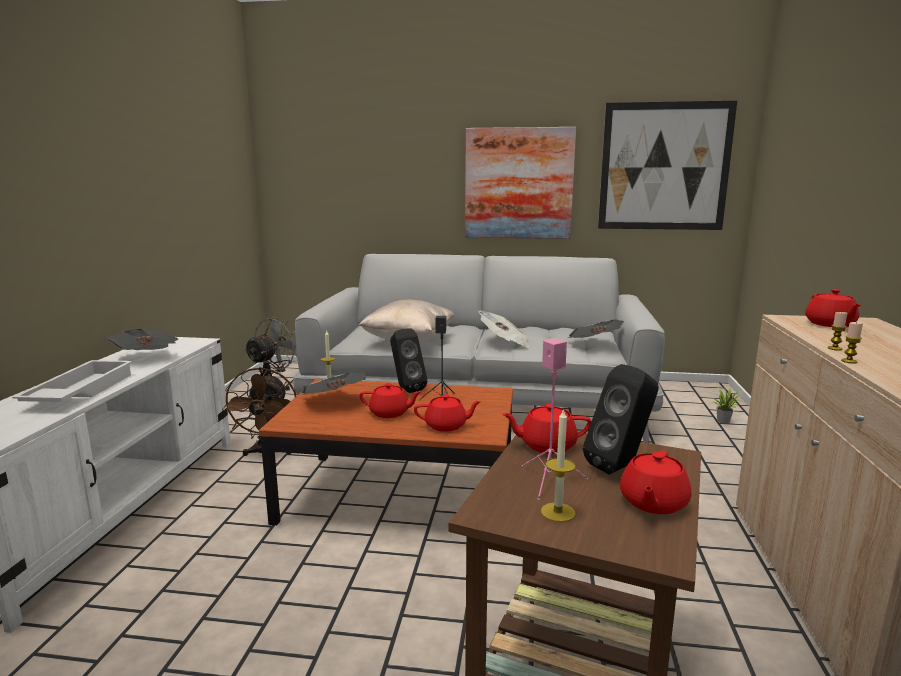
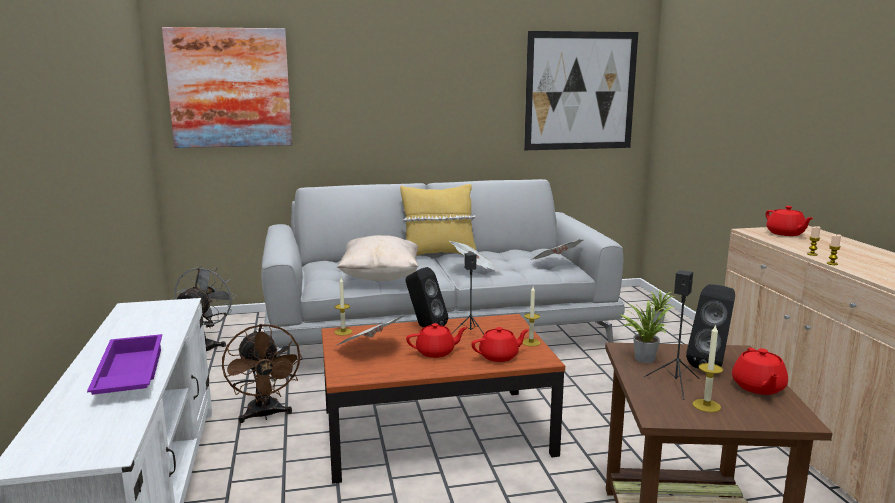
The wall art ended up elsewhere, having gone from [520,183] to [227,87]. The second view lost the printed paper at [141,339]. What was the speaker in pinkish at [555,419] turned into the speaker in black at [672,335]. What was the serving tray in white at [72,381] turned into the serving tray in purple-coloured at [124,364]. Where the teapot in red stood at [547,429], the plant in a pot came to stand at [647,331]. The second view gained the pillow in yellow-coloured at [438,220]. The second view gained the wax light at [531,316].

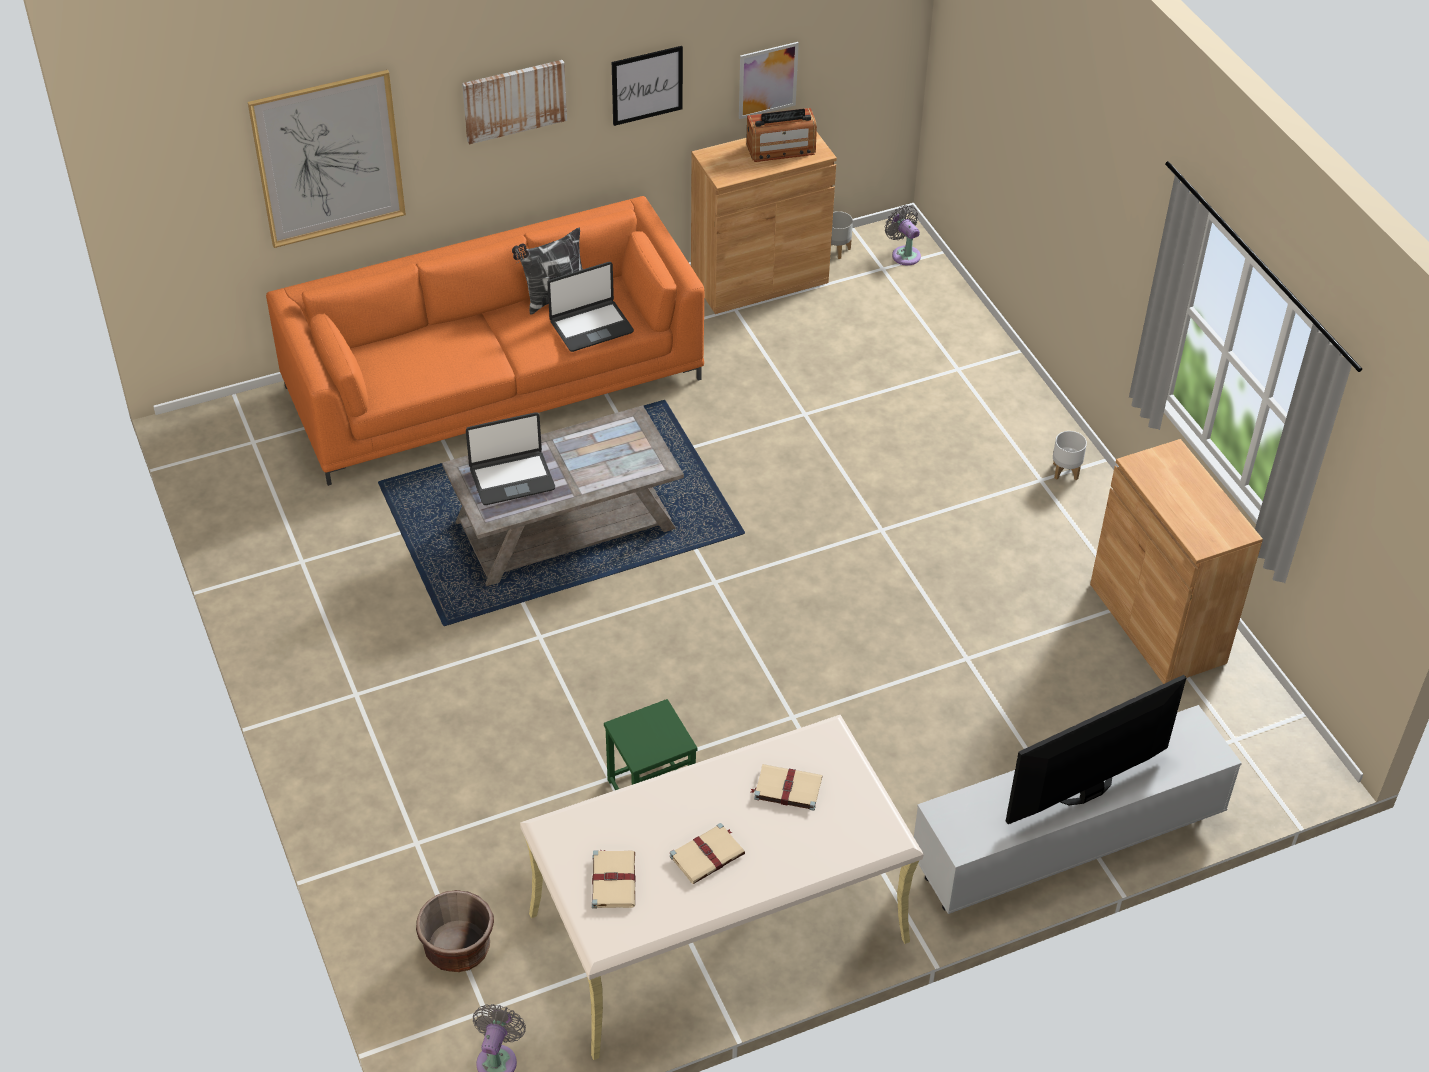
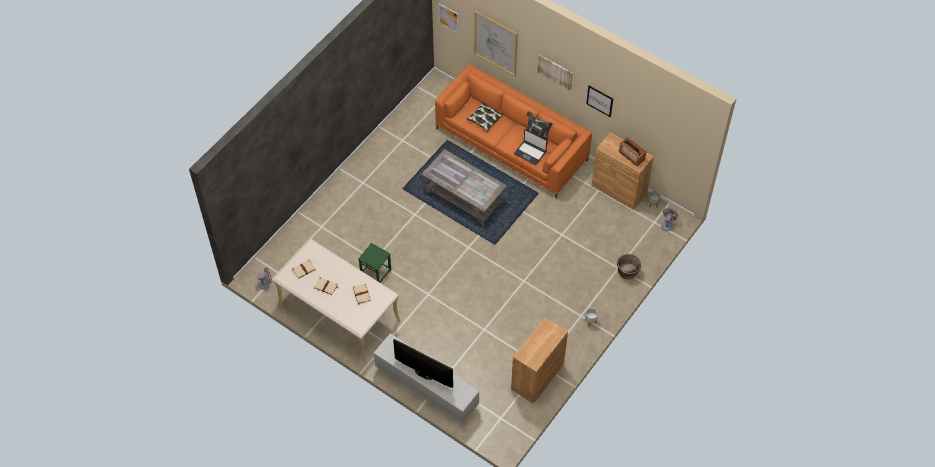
The wall art ended up elsewhere, having gone from [769,80] to [448,18]. The second view lost the notebook computer at [510,458]. The flower pot in brownish ended up elsewhere, having gone from [455,931] to [629,267]. The second view gained the pillow at [485,116].

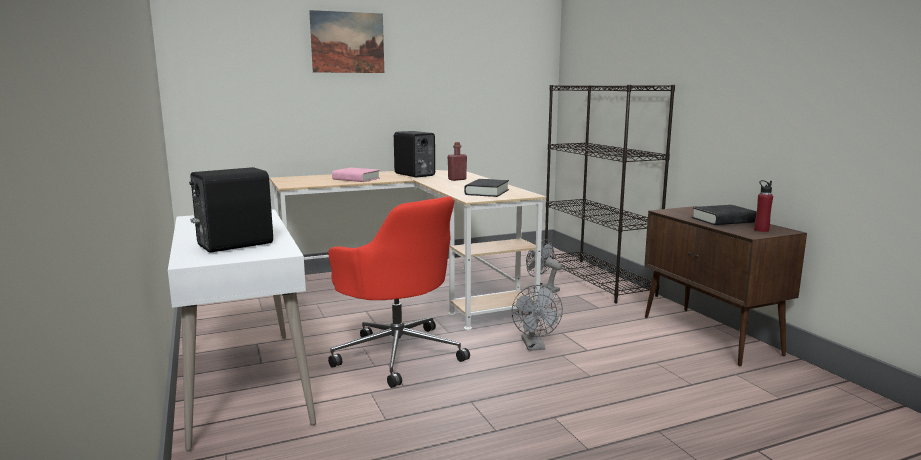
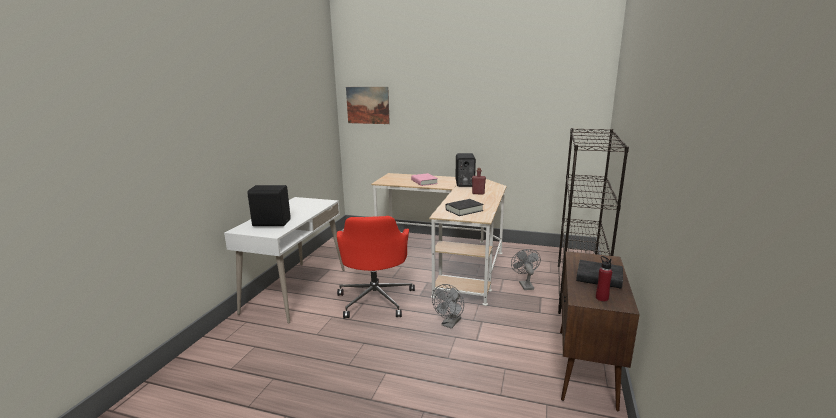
The wall art ended up elsewhere, having gone from [346,41] to [368,105].

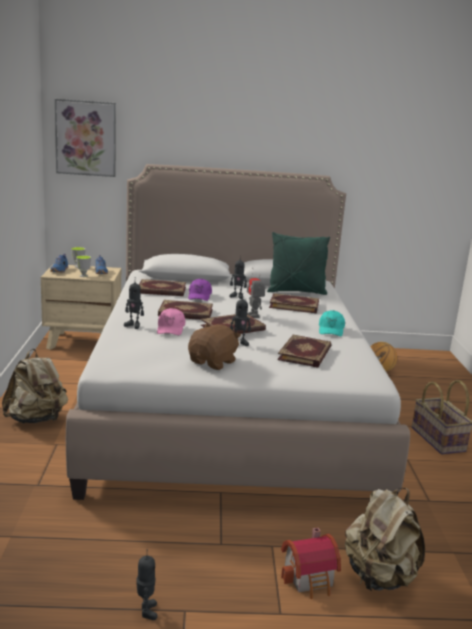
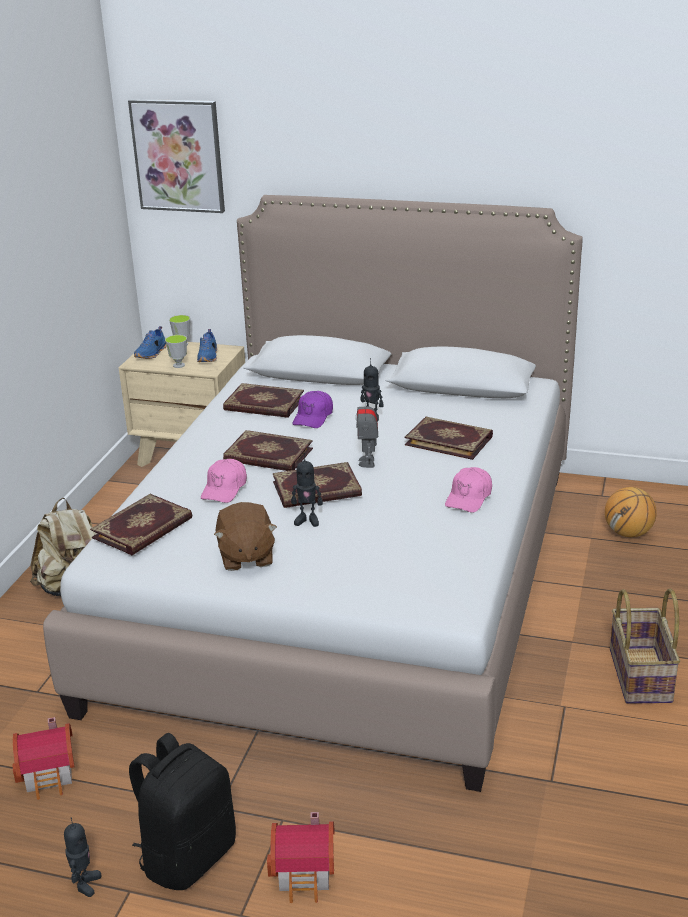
The second view lost the pillow in green-coloured at [298,263]. The second view lost the toy robot at [134,305]. What was the cap in blue-green at [332,323] turned into the cap in pinkish at [468,489]. The plush toy in brownish at [214,347] ended up facing another way, 120 degrees clockwise from before. The book ended up elsewhere, having gone from [304,351] to [141,524]. The second view lost the knapsack in beige-coloured at [385,539]. The second view gained the miniature house at [43,758]. The second view gained the knapsack in black at [182,811].

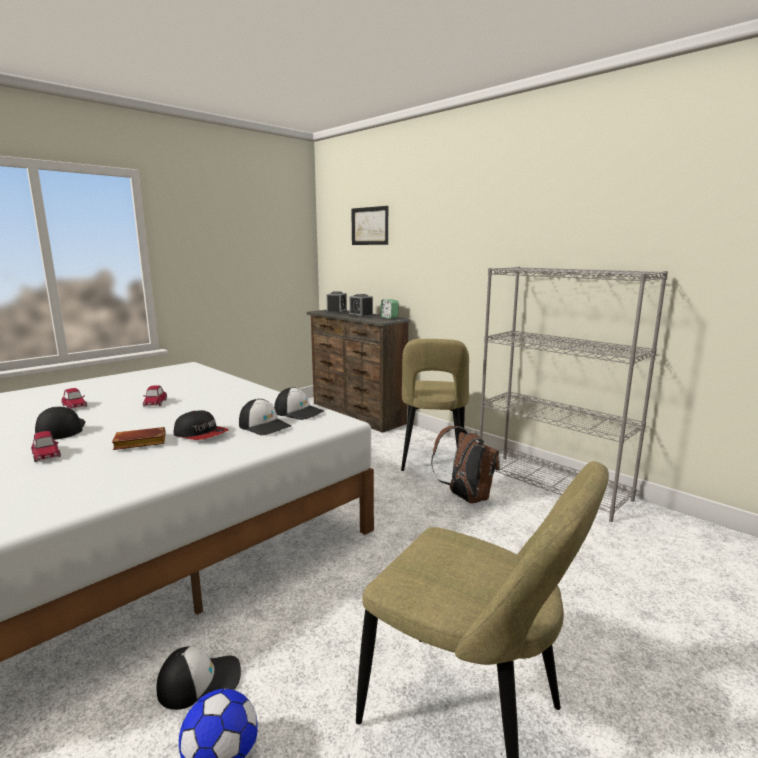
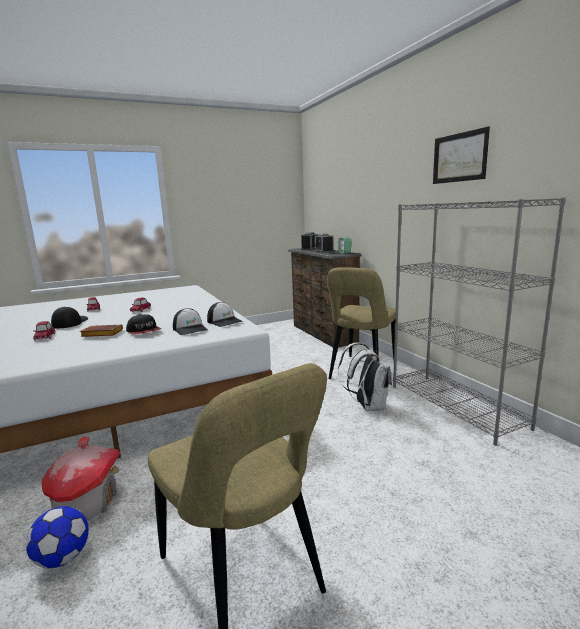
The wall art ended up elsewhere, having gone from [369,225] to [461,155]. What was the knapsack in brownish at [465,465] turned into the knapsack in white at [365,377]. Where the cap stood at [199,678], the miniature house came to stand at [81,478].

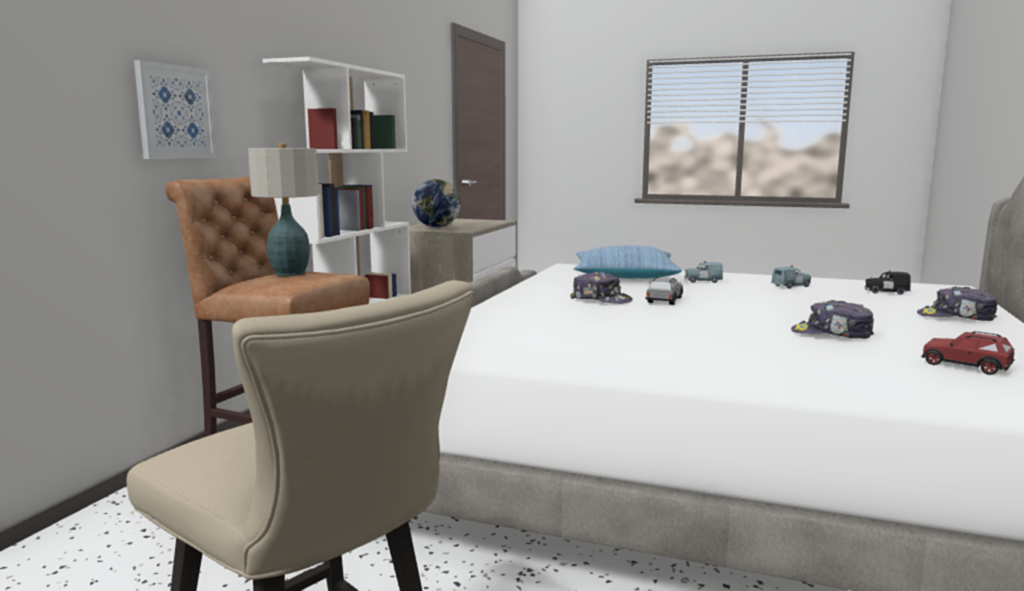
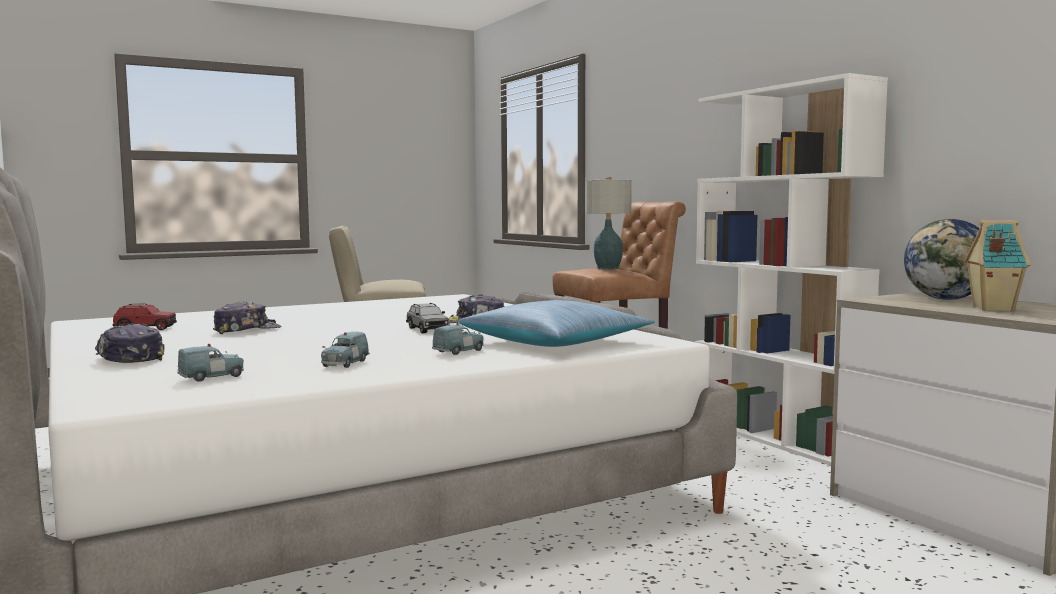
The second view lost the wall art at [175,109]. What was the model car in black at [888,282] turned into the model car in blue-coloured at [210,363]. The cap at [957,303] ended up facing another way, 105 degrees counterclockwise from before. The second view gained the miniature house at [997,265].

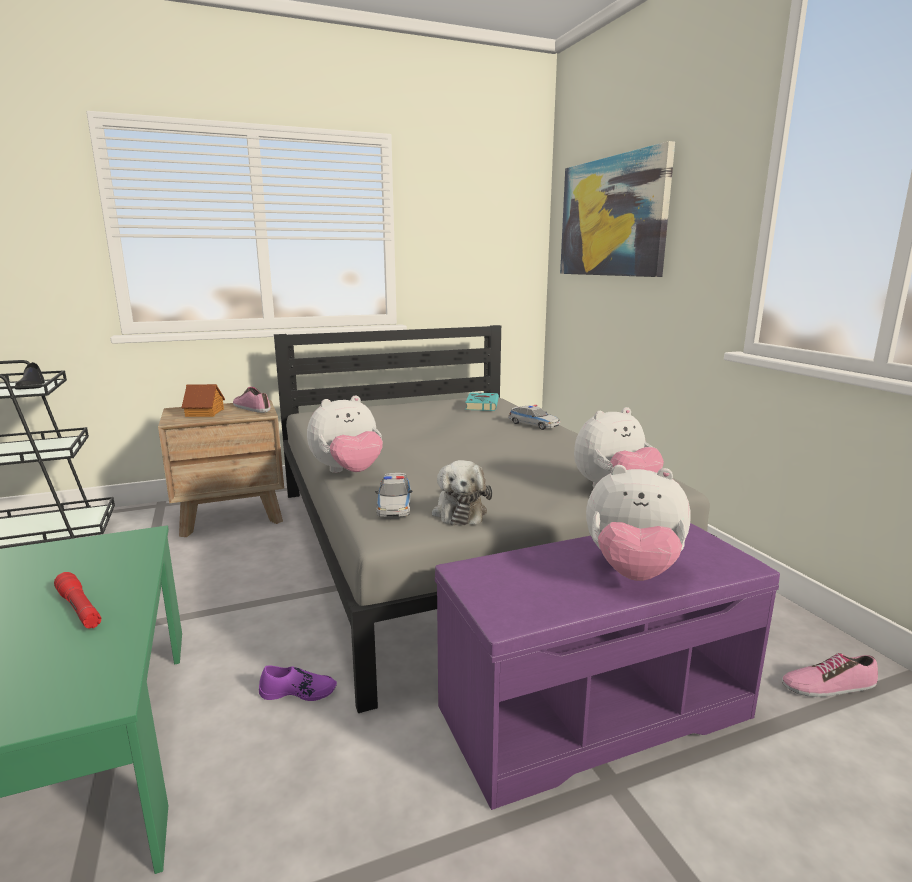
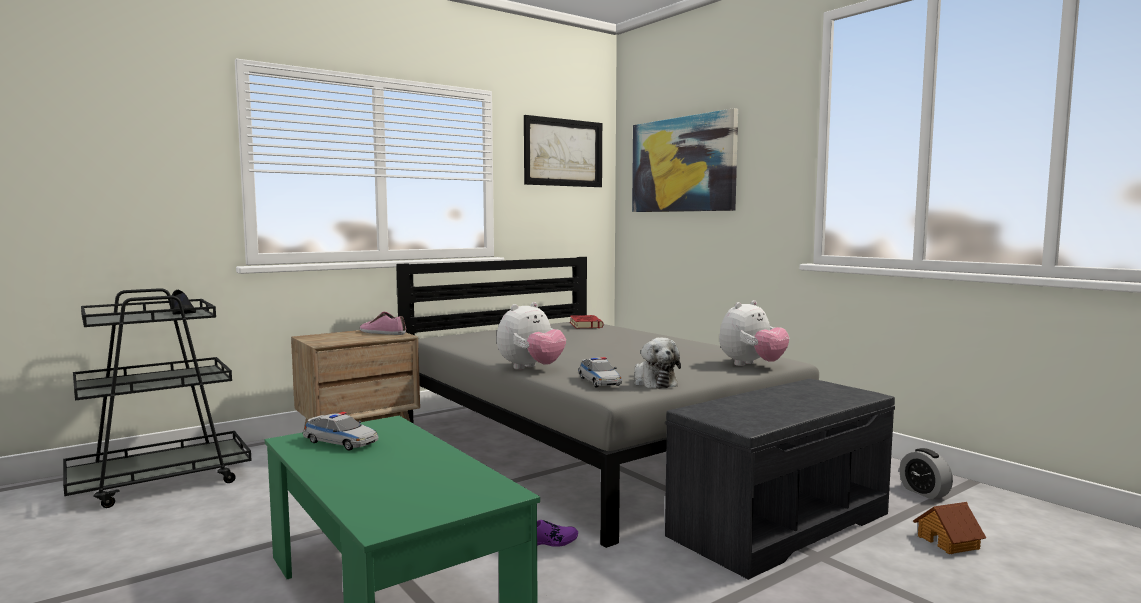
The miniature house ended up elsewhere, having gone from [203,400] to [949,528]. What was the book in blue-green at [482,402] turned into the book in red at [587,321]. The model car ended up elsewhere, having gone from [534,417] to [340,431]. The second view lost the plush toy at [638,523]. What was the indoor bench in purple-coloured at [607,666] turned into the indoor bench in greyish at [780,479]. The second view lost the hand torch in red at [77,600]. Where the shoe stood at [830,675], the bedside clock came to stand at [926,473]. The second view gained the wall art at [563,151].

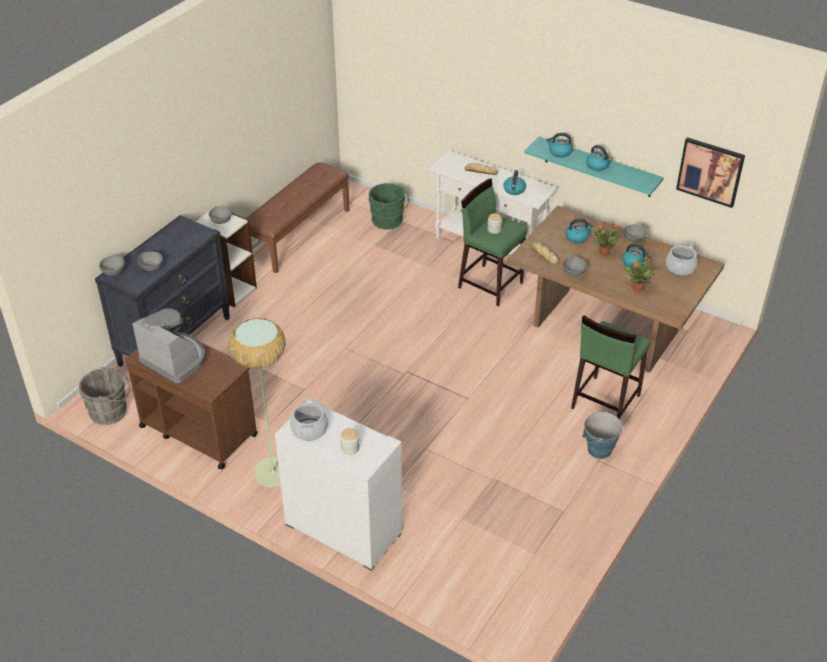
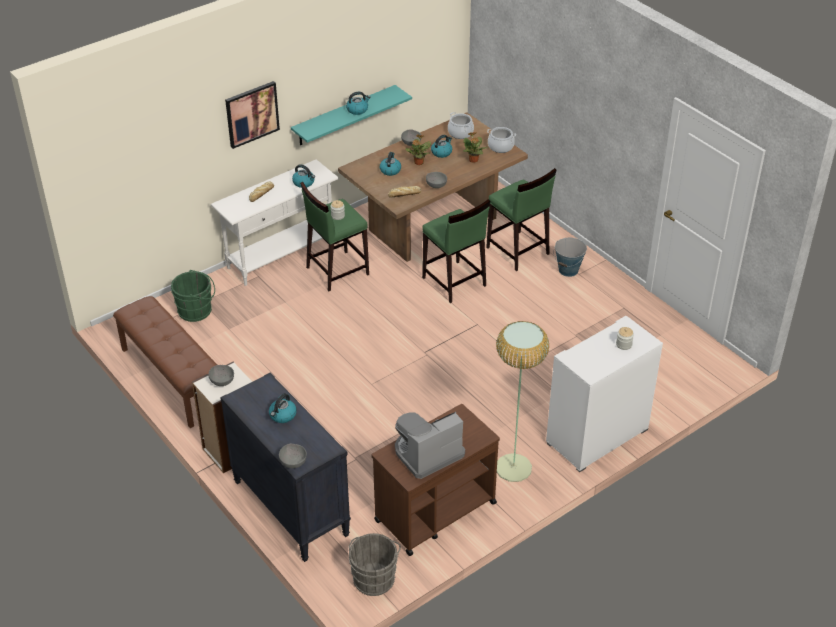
The kettle ended up elsewhere, having gone from [559,145] to [283,408]. The wall art ended up elsewhere, having gone from [710,172] to [252,115]. The second view lost the serving bowl in greyish at [150,261]. The stockpot ended up elsewhere, having gone from [309,419] to [501,140]. The second view gained the stool seat in green-coloured at [456,251].

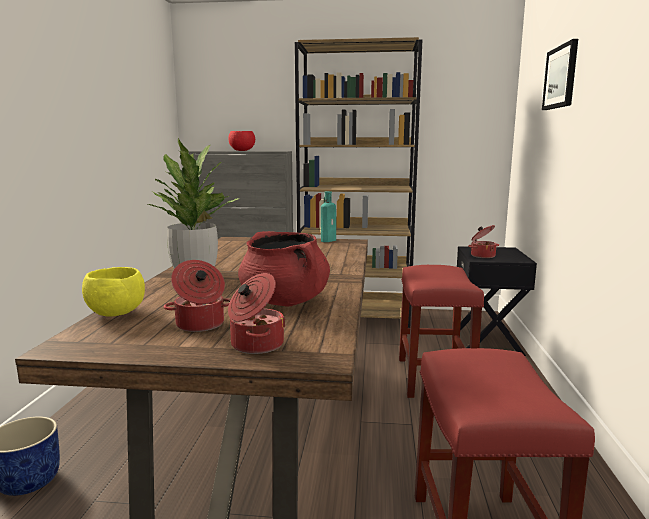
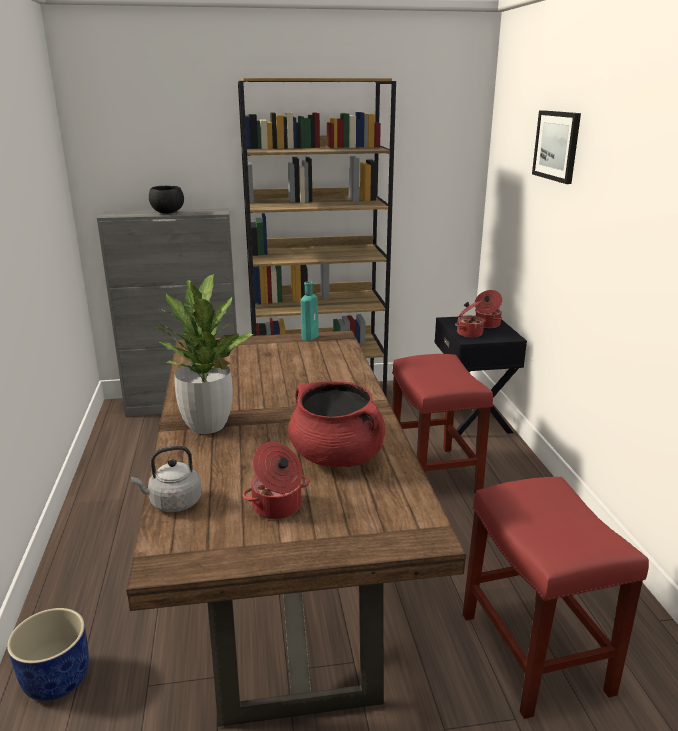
What was the serving bowl in red at [241,141] turned into the serving bowl in black at [166,200]. Where the serving bowl in yellow-coloured stood at [113,292], the kettle in greyish came to stand at [166,479]. The stockpot ended up elsewhere, having gone from [257,313] to [488,309].

